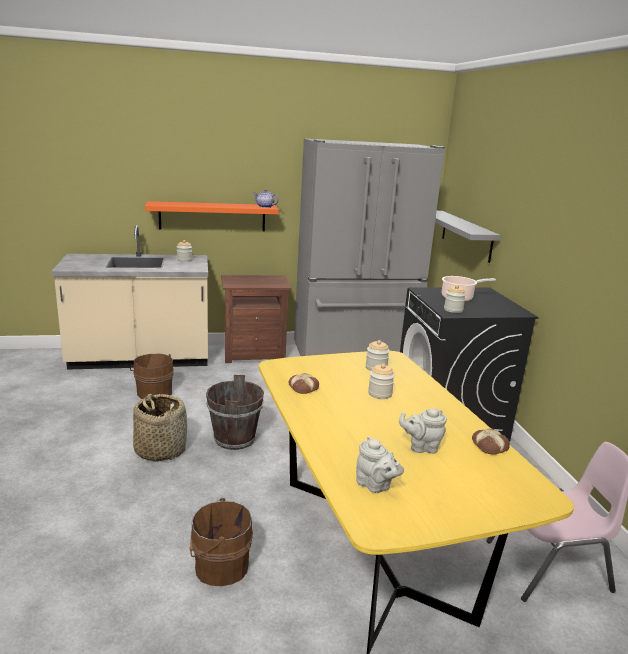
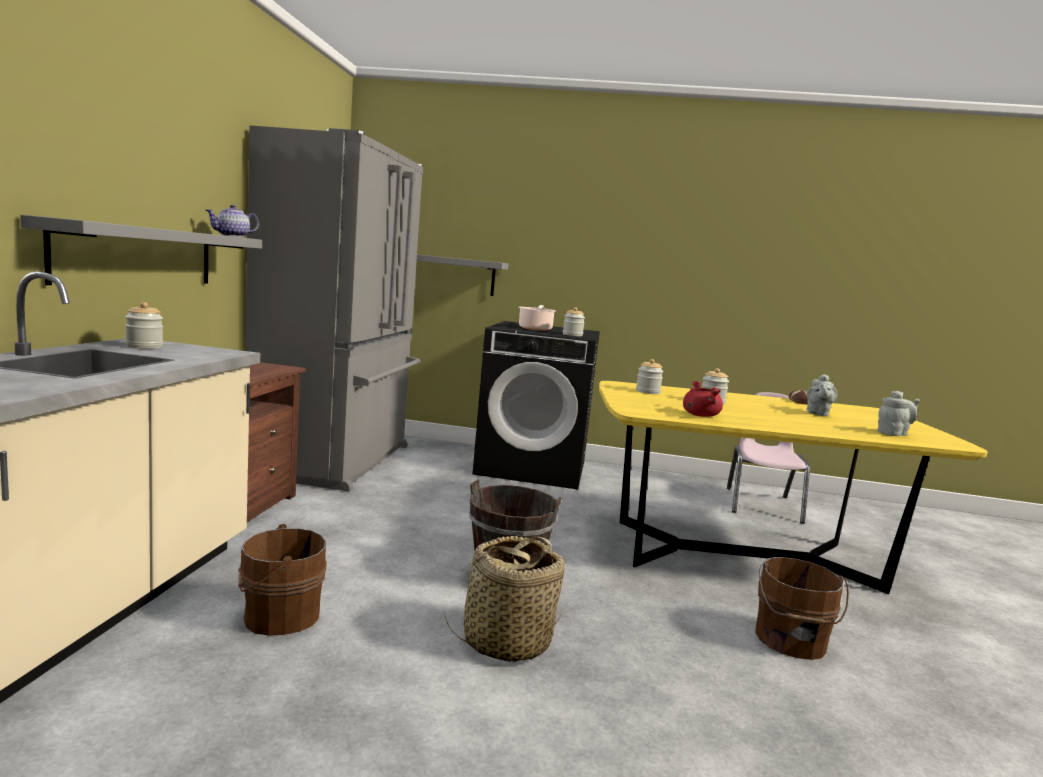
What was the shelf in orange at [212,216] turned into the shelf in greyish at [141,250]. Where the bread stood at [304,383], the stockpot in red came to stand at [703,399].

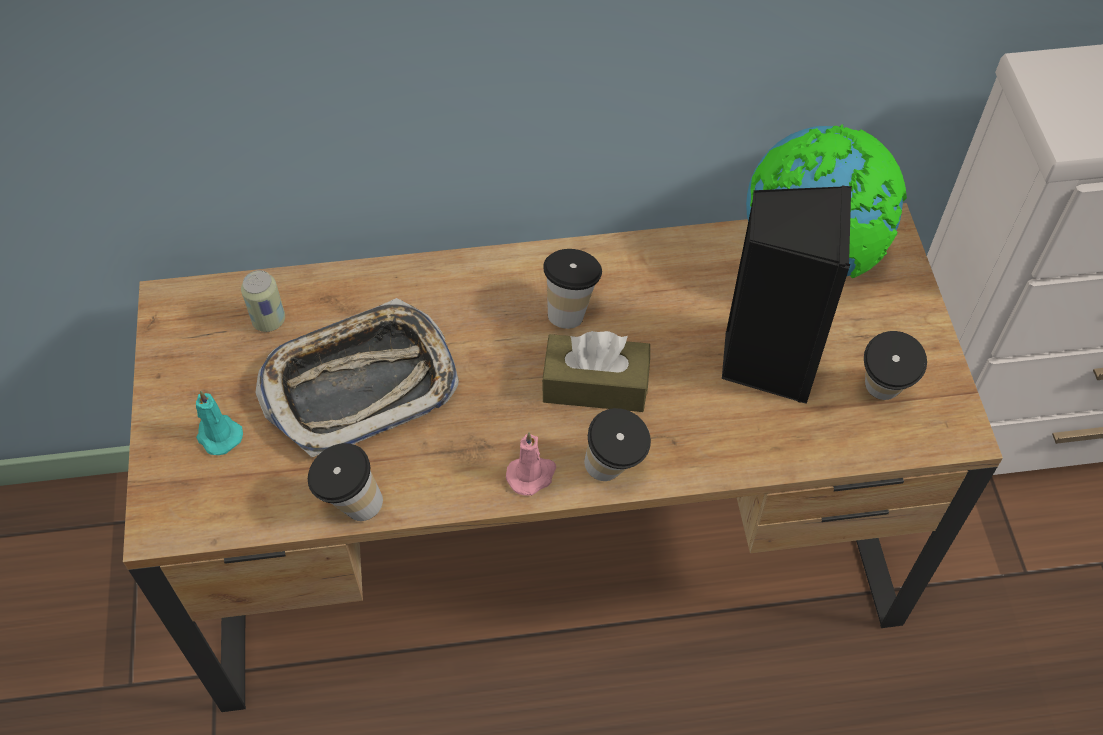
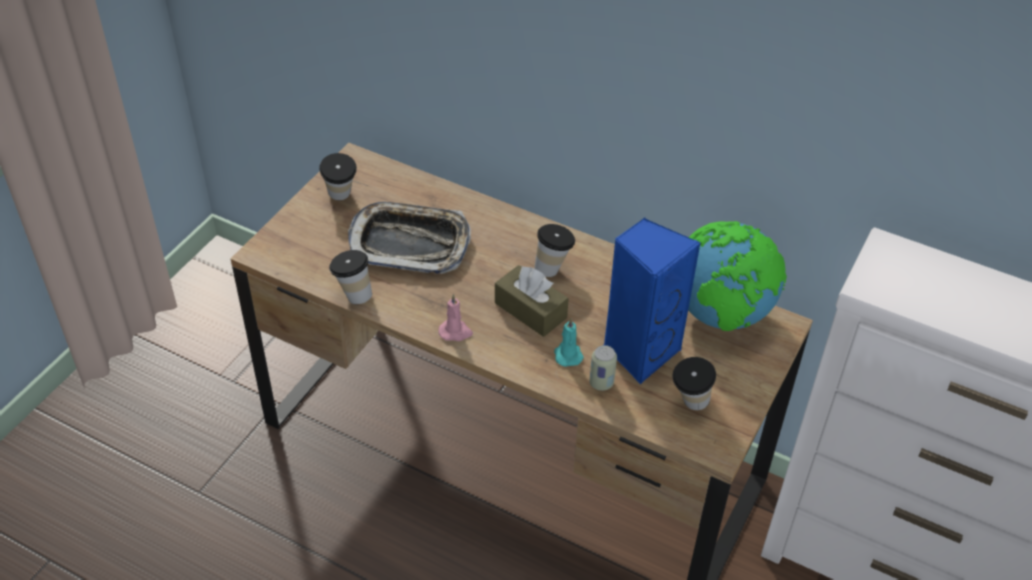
What was the speaker in black at [787,295] turned into the speaker in blue-coloured at [652,301]. The can ended up elsewhere, having gone from [263,301] to [603,368]. The wax light in blue-green ended up elsewhere, having gone from [219,422] to [569,342]. The small cup ended up elsewhere, having gone from [617,444] to [338,176].

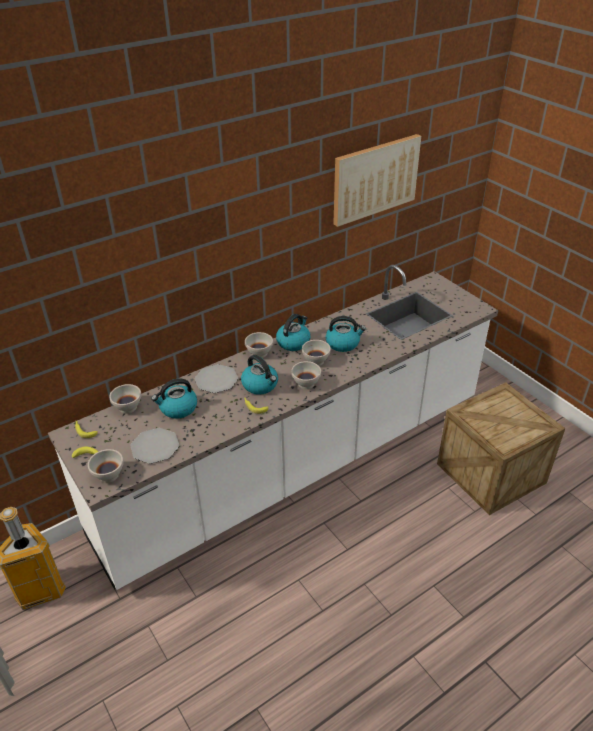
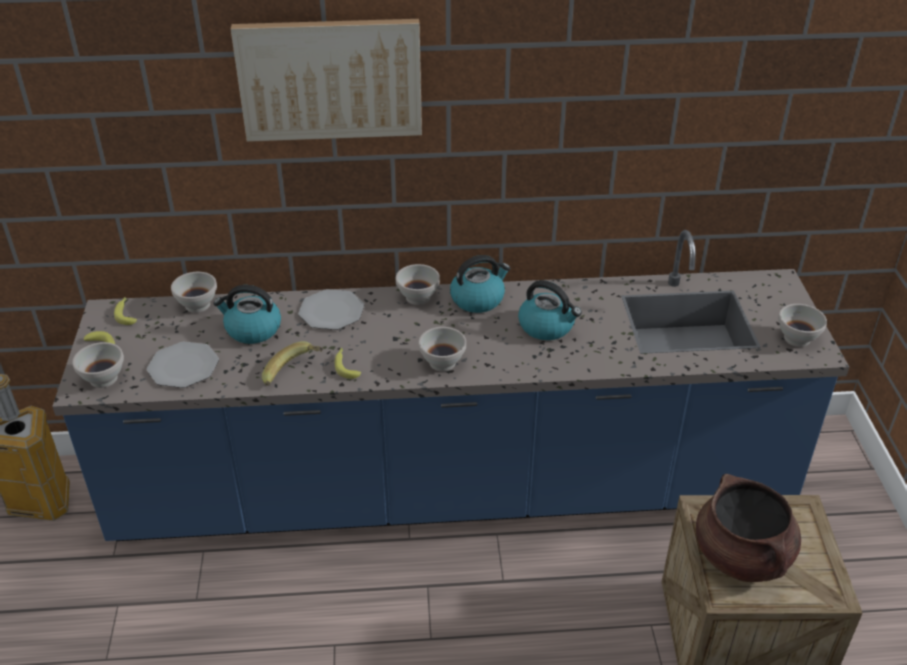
The wall art ended up elsewhere, having gone from [377,180] to [326,80]. What was the kitchen base unit in white at [273,427] turned into the kitchen base unit in blue-coloured at [450,385]. The serving bowl in white ended up elsewhere, having gone from [316,353] to [802,325]. The second view lost the kettle at [259,375]. The second view gained the banana at [292,363]. The second view gained the stockpot in brownish at [748,528].

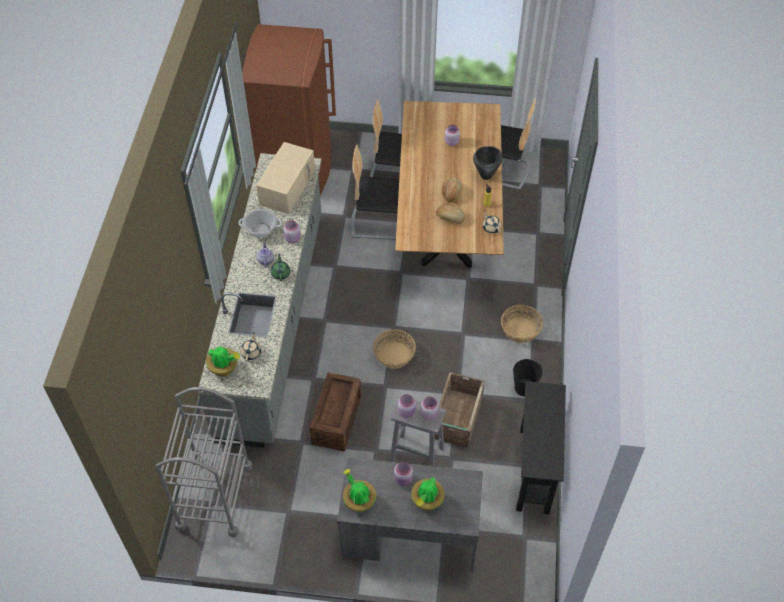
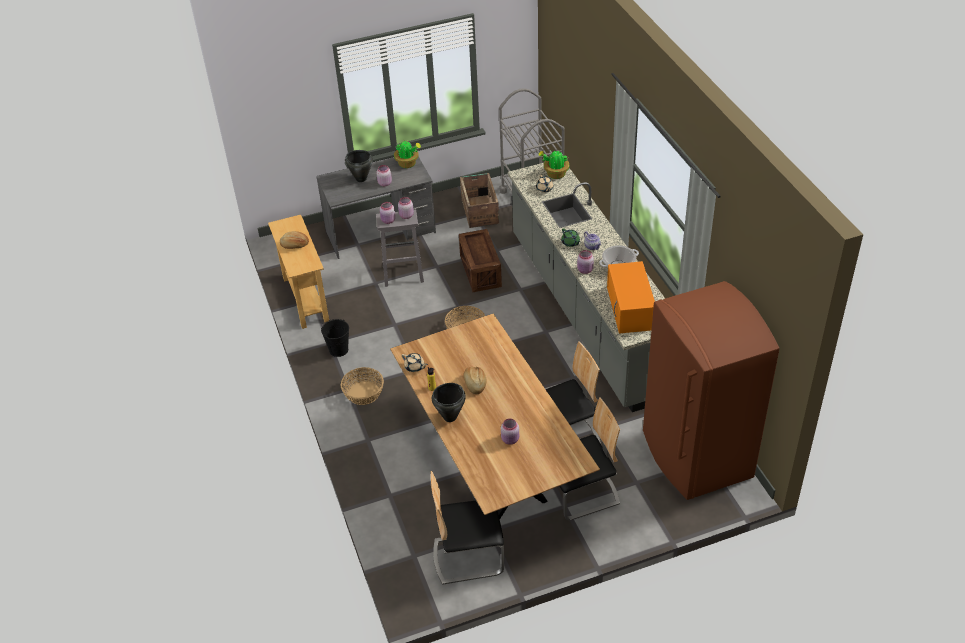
What was the microwave oven in beige-coloured at [285,178] turned into the microwave oven in orange at [631,297]. The bread ended up elsewhere, having gone from [450,213] to [294,240]. The packing crate ended up elsewhere, having gone from [460,410] to [479,200]. What was the console table in black at [541,448] turned into the console table in beige-coloured at [298,272]. Where the plant in a pot stood at [428,494], the stockpot in black came to stand at [359,166].

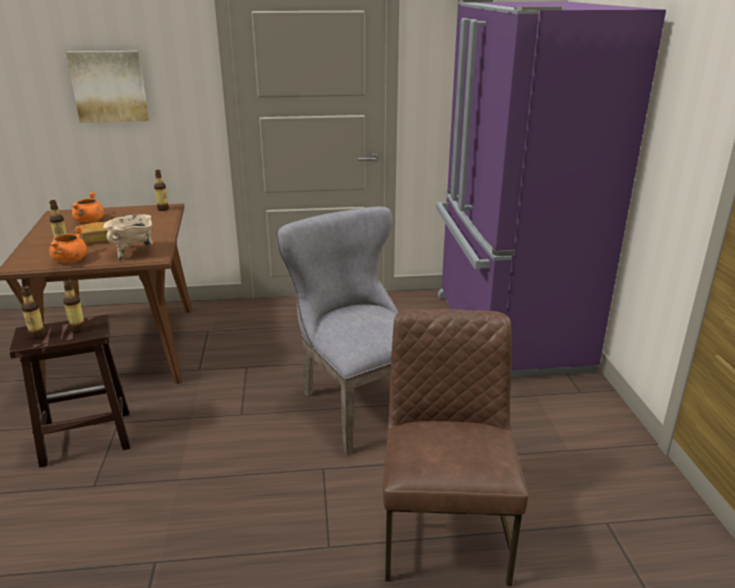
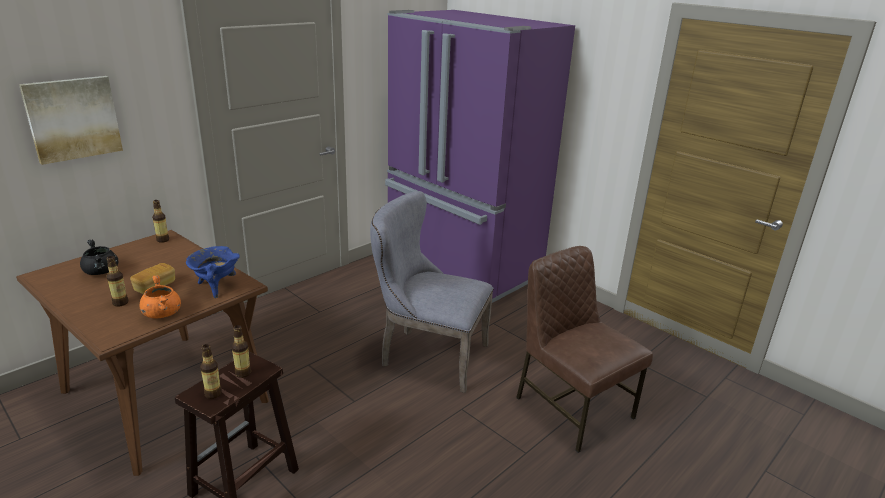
What was the stockpot in orange at [88,207] turned into the stockpot in black at [99,257]. What was the stockpot in beige-coloured at [128,237] turned into the stockpot in blue-coloured at [213,272].

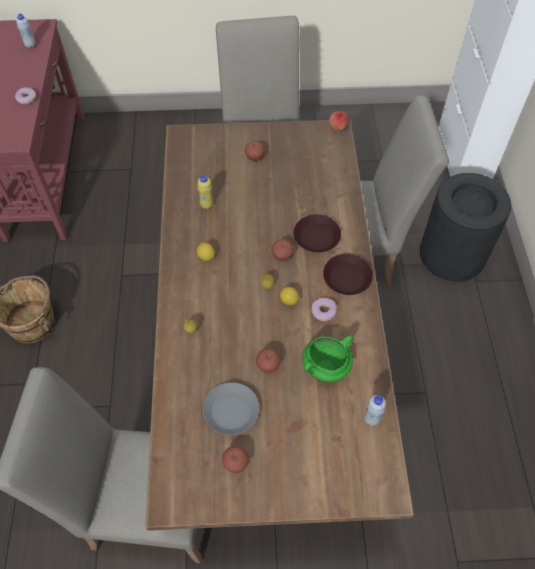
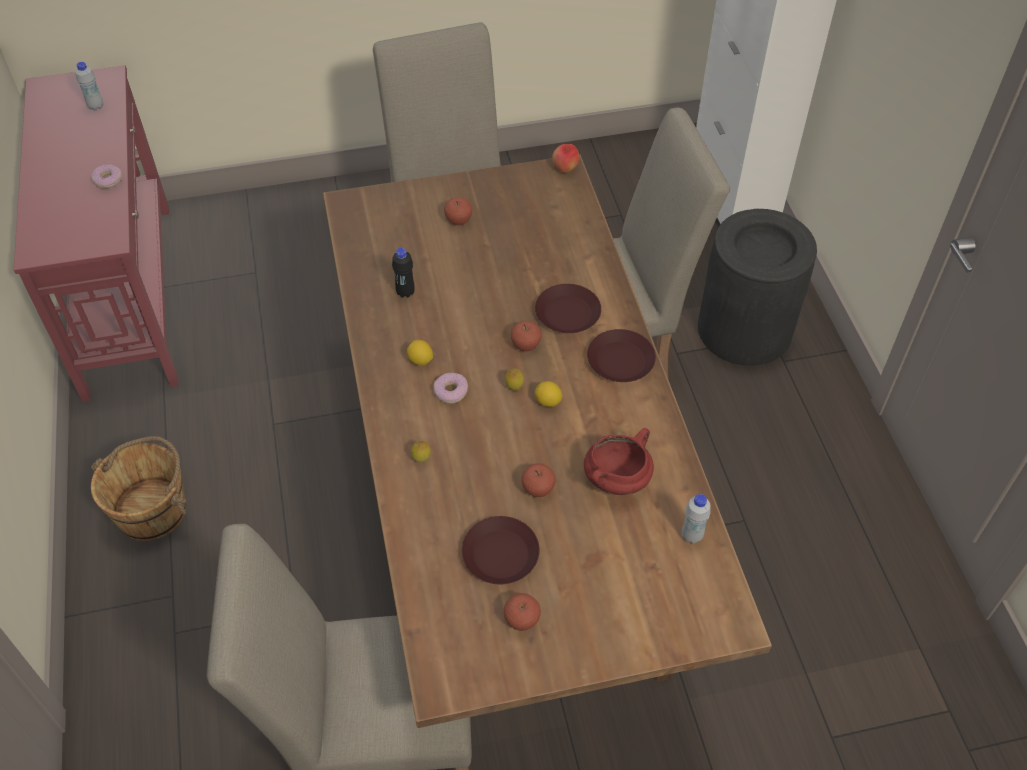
What was the bottle in yellow-coloured at [205,192] turned into the bottle in black at [403,273]. The ring doughnut ended up elsewhere, having gone from [324,309] to [450,388]. What was the stockpot in green-coloured at [328,358] turned into the stockpot in red at [619,461]. What was the plate in greyish at [231,408] turned into the plate in brownish at [501,550].

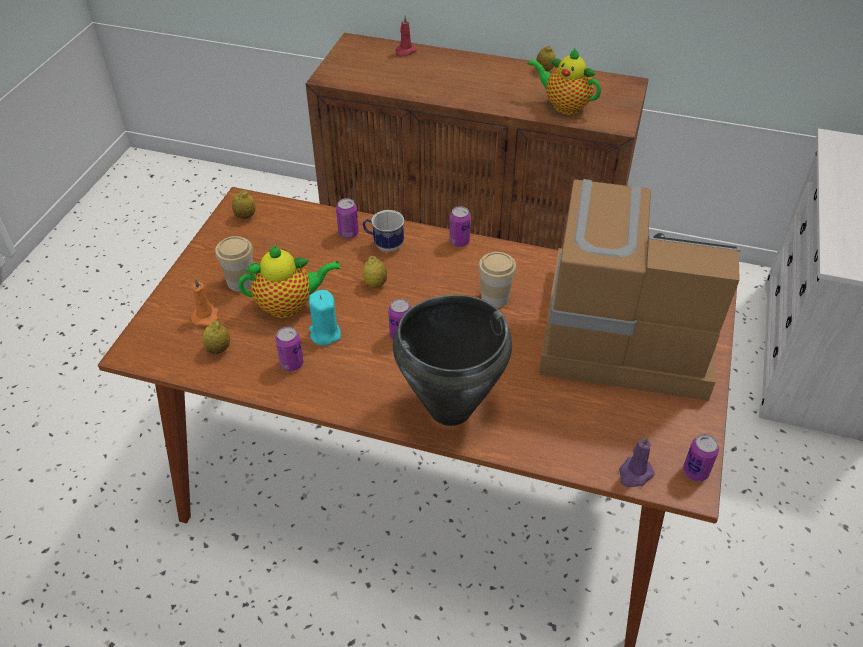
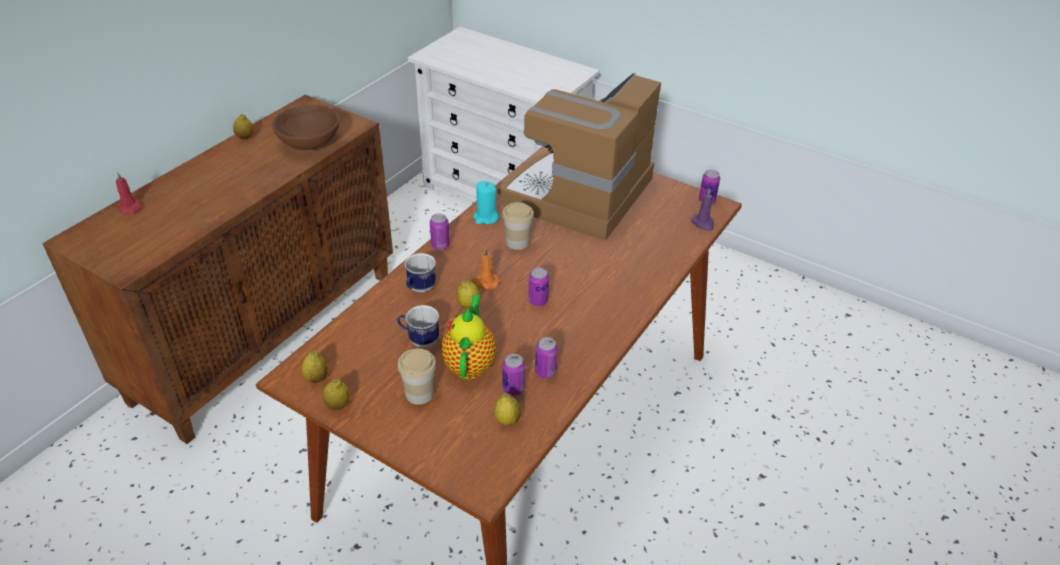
Where the teapot stood at [564,81], the serving bowl in brownish came to stand at [306,127]. The can ended up elsewhere, having gone from [347,218] to [514,375]. The wax light in orange ended up elsewhere, having gone from [205,301] to [486,268]. The wax light in blue-green ended up elsewhere, having gone from [325,318] to [486,202]. The second view lost the stockpot in black at [452,360]. The second view gained the mug at [418,326]. The second view gained the lemon at [336,394].

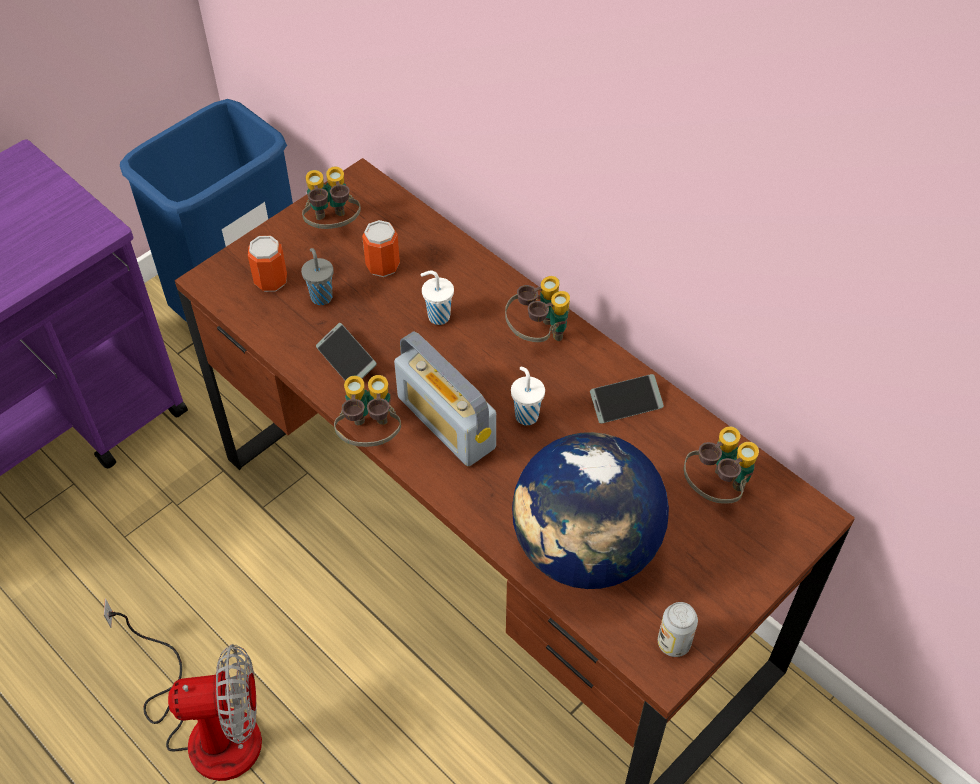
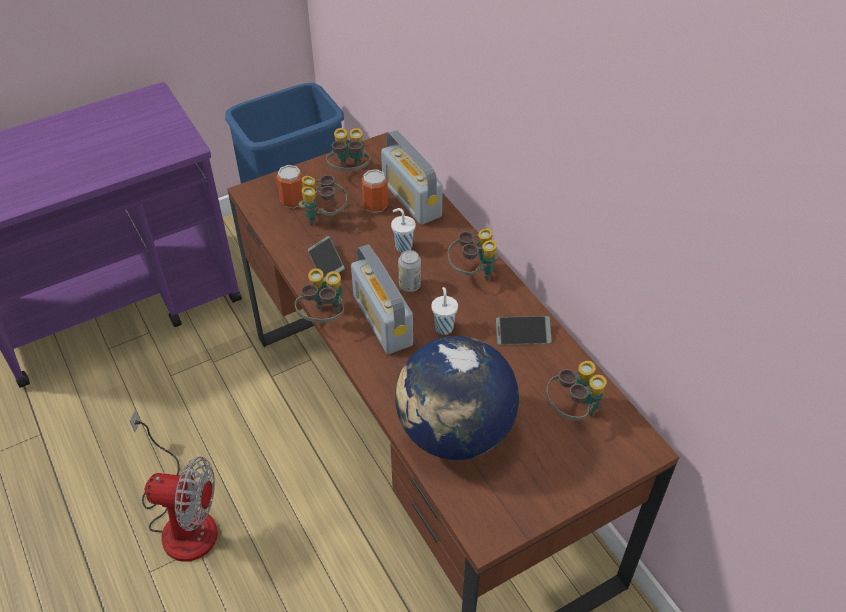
Where the small cup in greyish stood at [317,276], the binoculars came to stand at [322,200]. The can ended up elsewhere, having gone from [678,629] to [409,271]. The second view gained the radio set at [412,177].

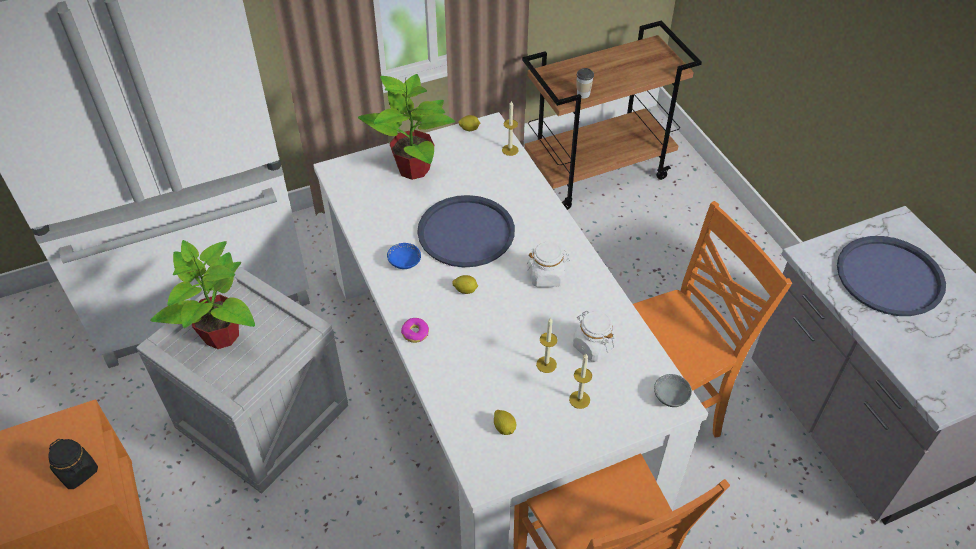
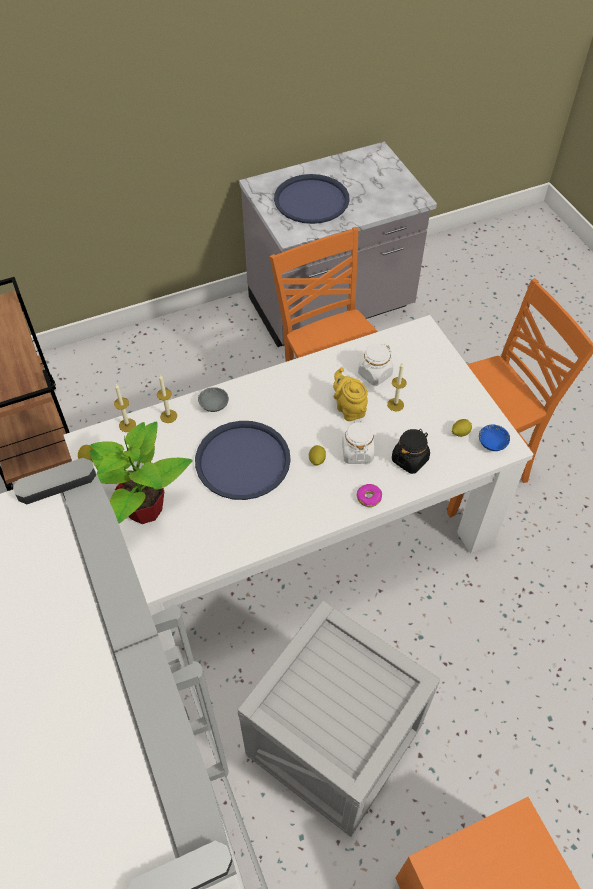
The second view lost the small cup at [585,83]. The second view lost the plant in a pot at [202,294]. The jar in white ended up elsewhere, having gone from [548,264] to [358,442]. The serving bowl in blue-coloured ended up elsewhere, having gone from [404,256] to [494,438]. The wax light ended up elsewhere, having gone from [580,381] to [167,399]. The serving bowl in greyish ended up elsewhere, having gone from [673,390] to [213,399]. The jar in black ended up elsewhere, having gone from [73,464] to [411,451]. The second view gained the teapot in yellow-coloured at [350,394].

